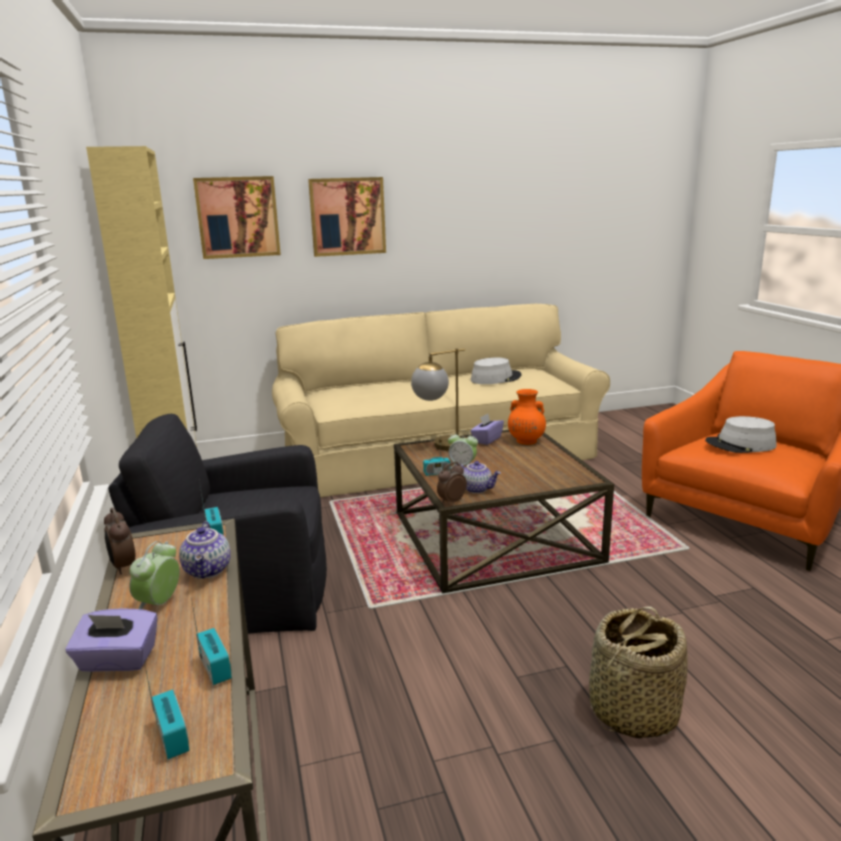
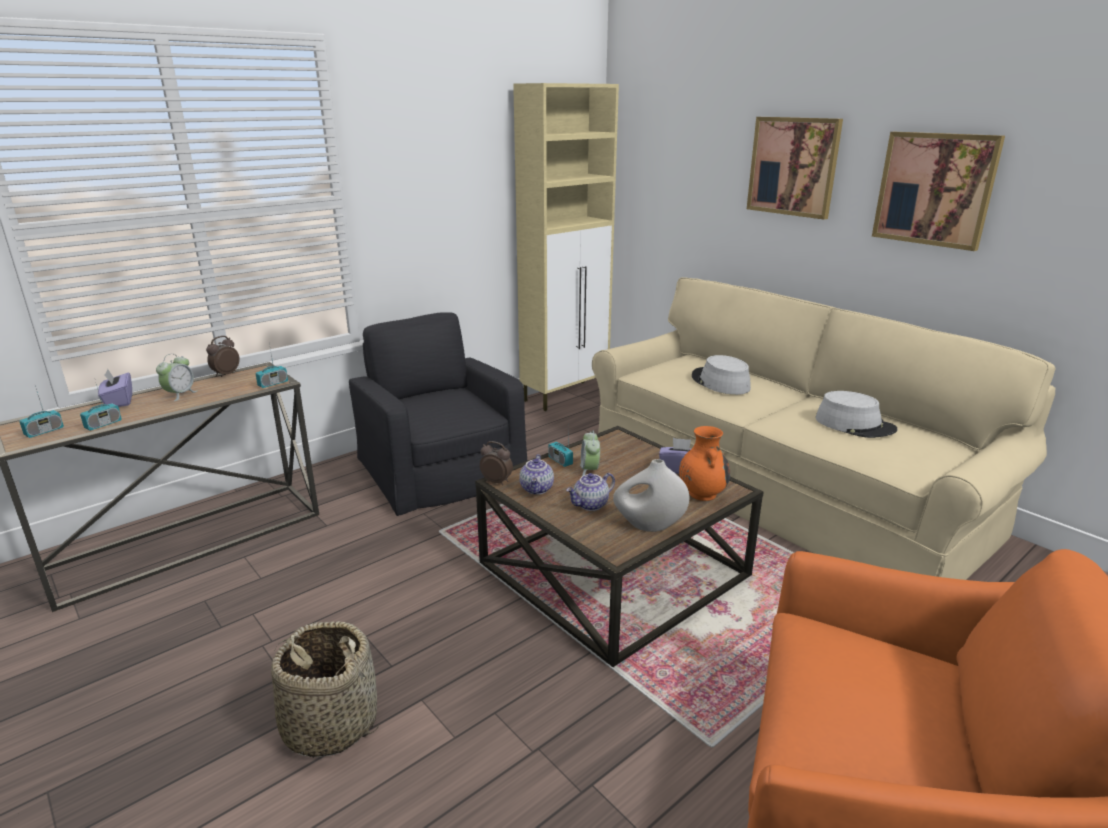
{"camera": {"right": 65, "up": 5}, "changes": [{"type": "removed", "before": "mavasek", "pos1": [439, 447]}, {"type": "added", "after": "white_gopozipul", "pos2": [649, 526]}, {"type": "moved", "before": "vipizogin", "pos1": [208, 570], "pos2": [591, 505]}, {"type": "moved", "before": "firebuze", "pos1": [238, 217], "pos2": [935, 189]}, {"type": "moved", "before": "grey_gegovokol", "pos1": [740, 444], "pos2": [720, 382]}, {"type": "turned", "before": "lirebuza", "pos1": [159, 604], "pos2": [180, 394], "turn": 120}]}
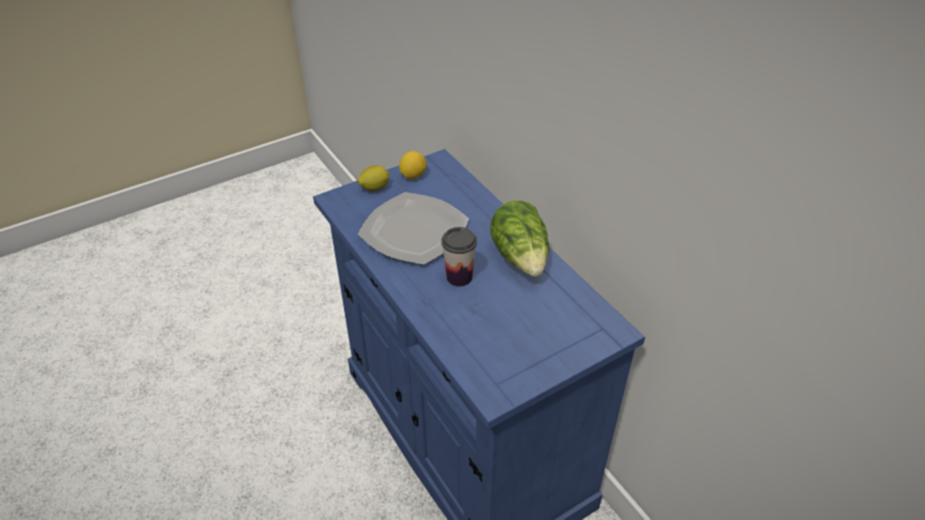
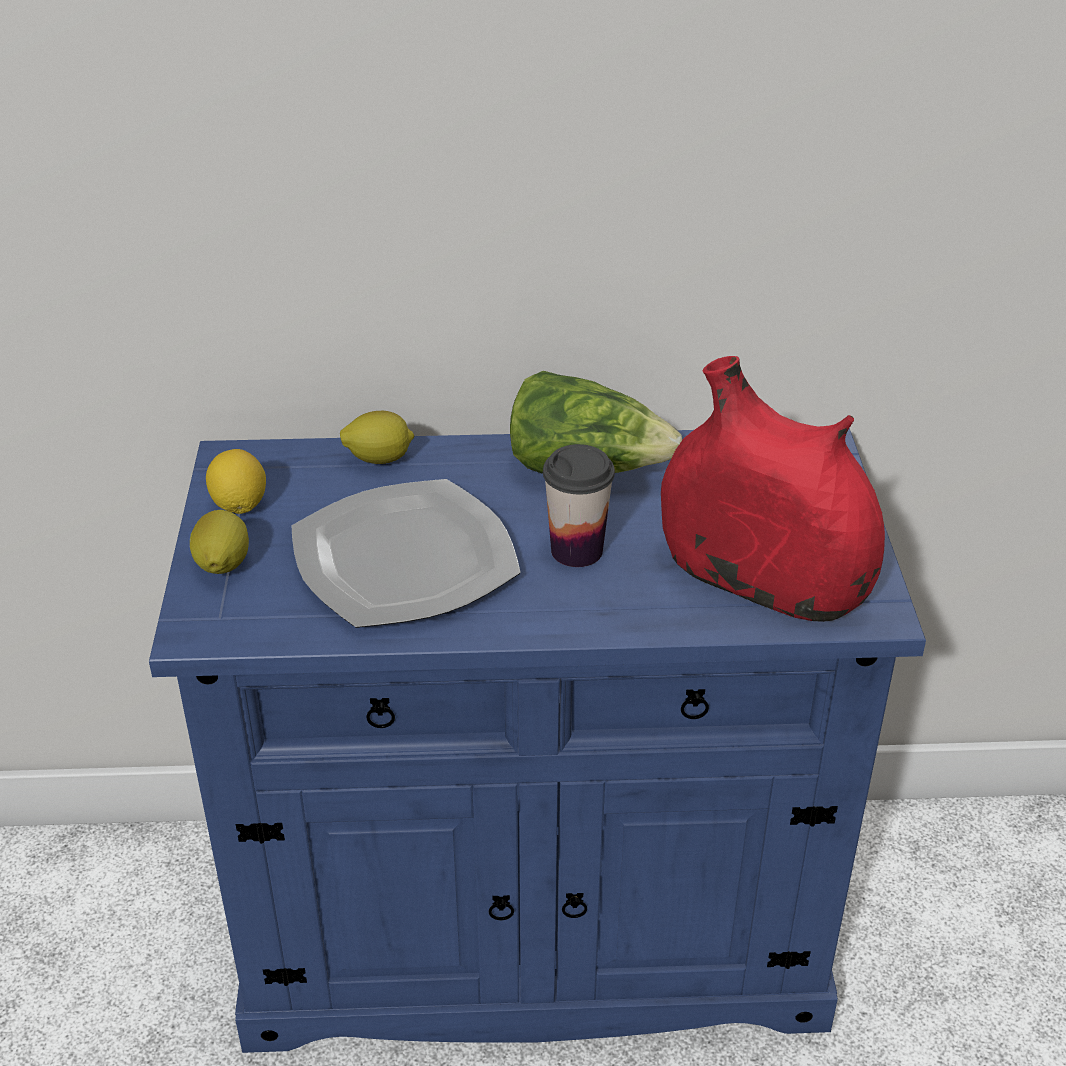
{"camera": {"right": -60, "up": -5}, "changes": [{"type": "added", "after": "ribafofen", "pos2": [379, 459]}, {"type": "added", "after": "red_gopozipul", "pos2": [762, 582]}]}
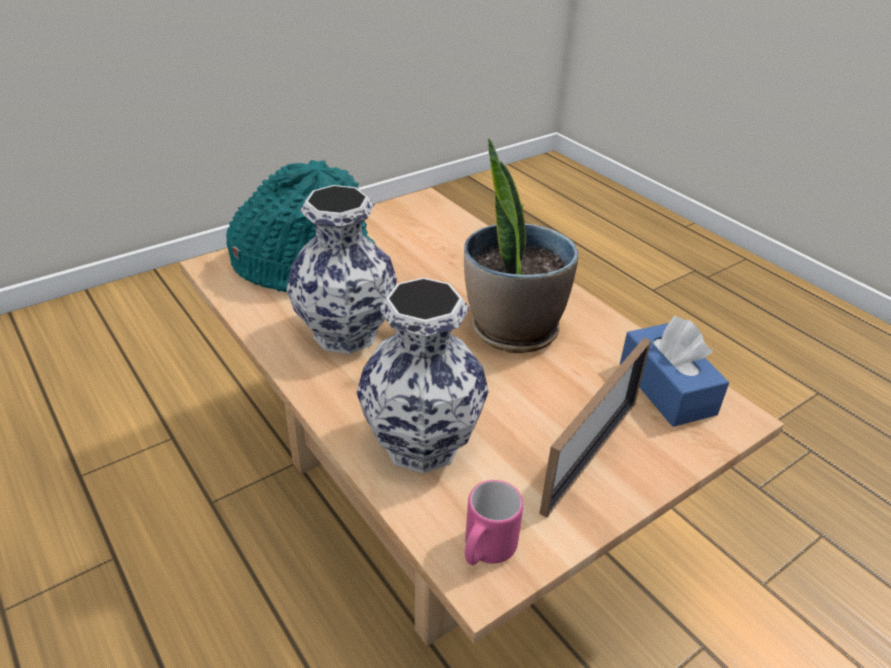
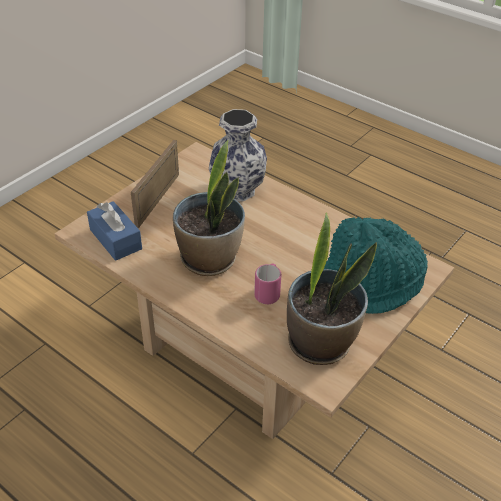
{"camera": {"right": 165, "up": 5}, "changes": [{"type": "removed", "before": "gopozipul", "pos1": [347, 334]}, {"type": "added", "after": "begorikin", "pos2": [320, 343]}, {"type": "moved", "before": "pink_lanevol", "pos1": [485, 551], "pos2": [268, 293]}]}
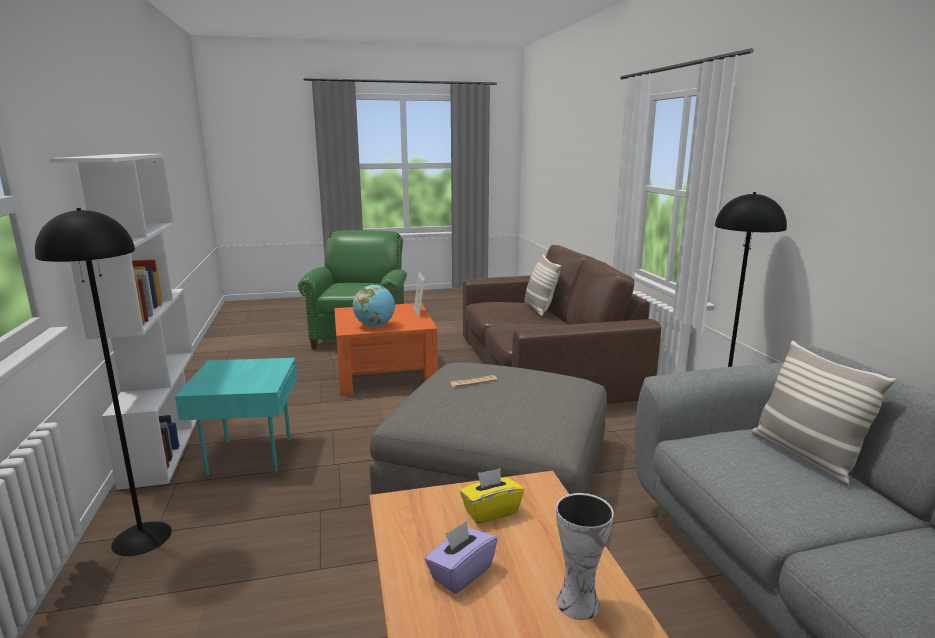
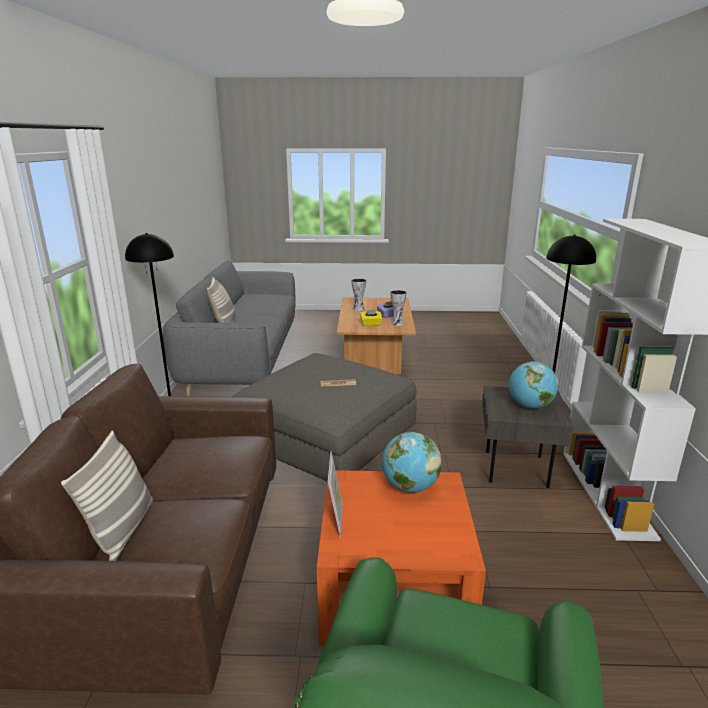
{"camera": {"right": -165, "up": 5}, "changes": [{"type": "added", "after": "gopozipul", "pos2": [398, 323]}, {"type": "added", "after": "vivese", "pos2": [530, 406]}, {"type": "recoloured", "before": "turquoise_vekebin", "after": "grey_vekebin", "pos1": [248, 455], "pos2": [518, 470]}]}
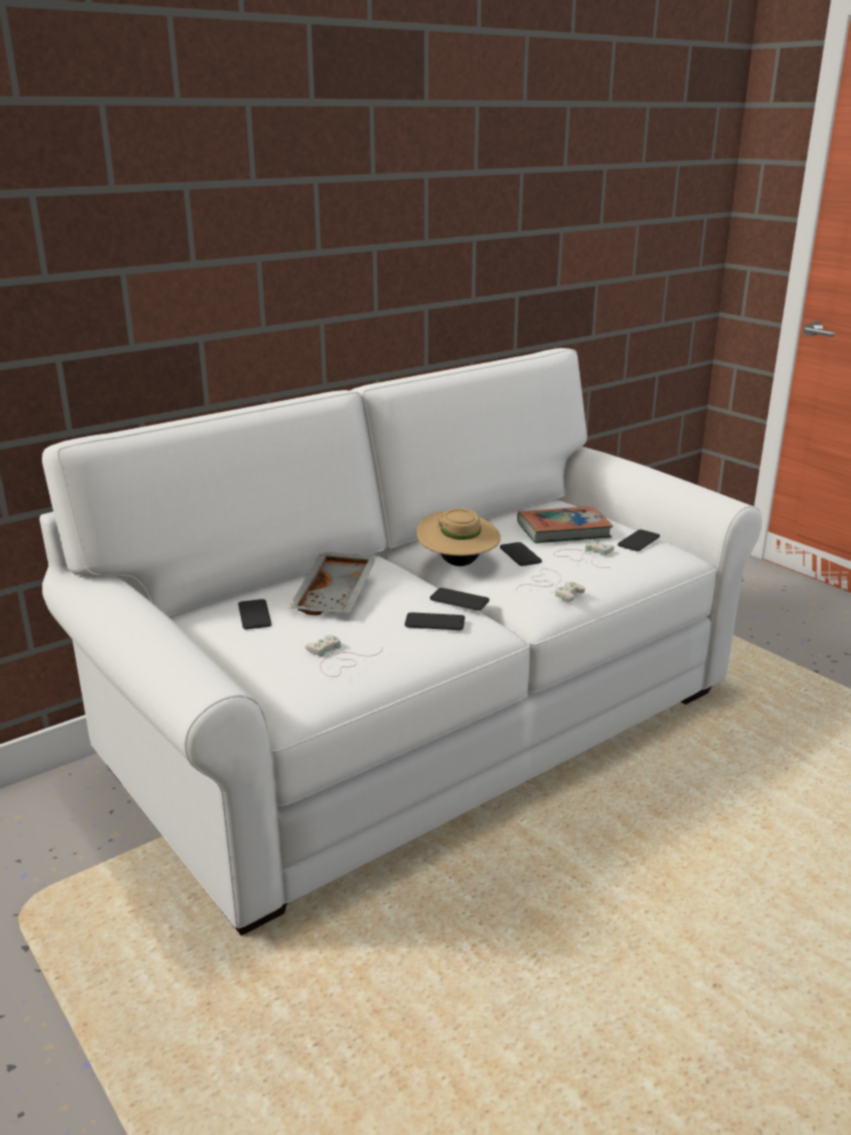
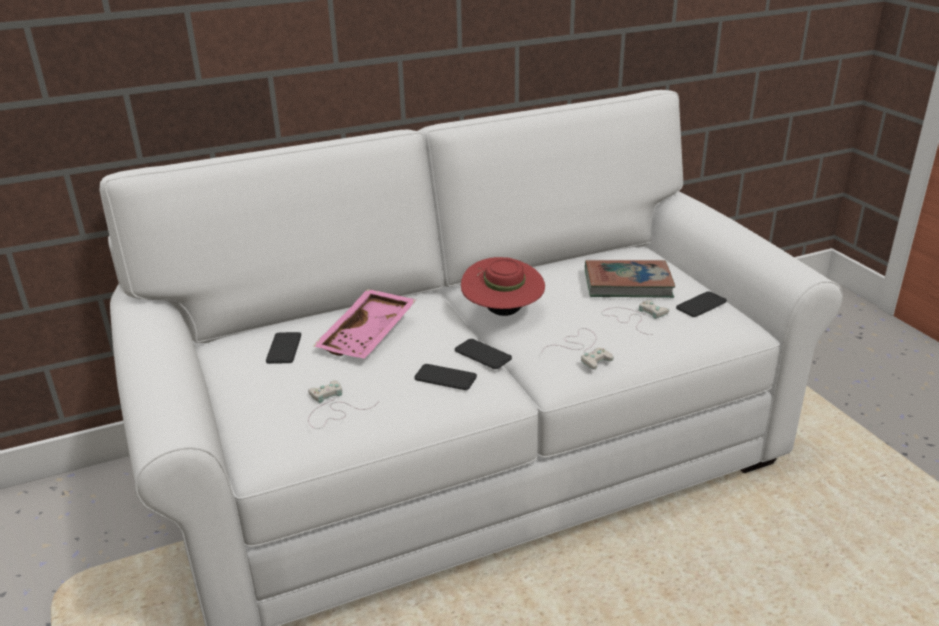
{"camera": {"right": 15, "up": 5}, "changes": [{"type": "removed", "before": "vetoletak", "pos1": [520, 555]}, {"type": "recoloured", "before": "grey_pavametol", "after": "pink_pavametol", "pos1": [337, 595], "pos2": [369, 336]}, {"type": "recoloured", "before": "beige_gegovokol", "after": "red_gegovokol", "pos1": [458, 564], "pos2": [502, 312]}]}
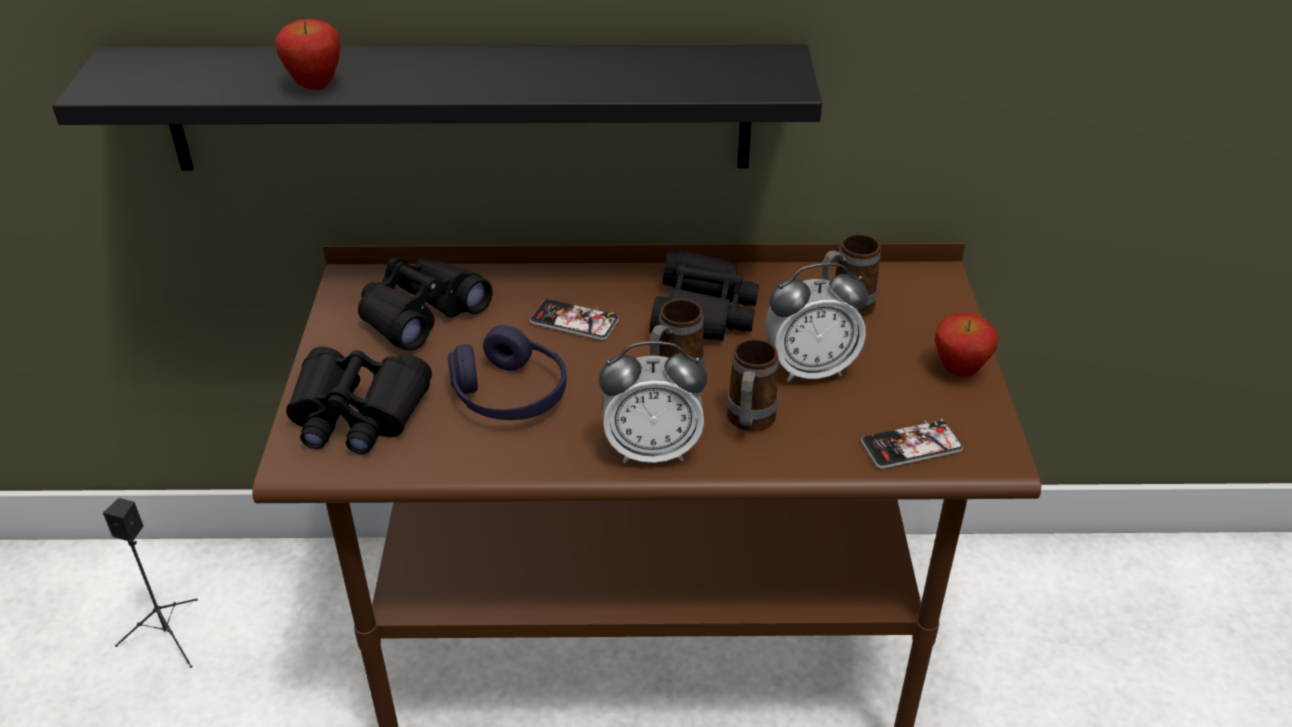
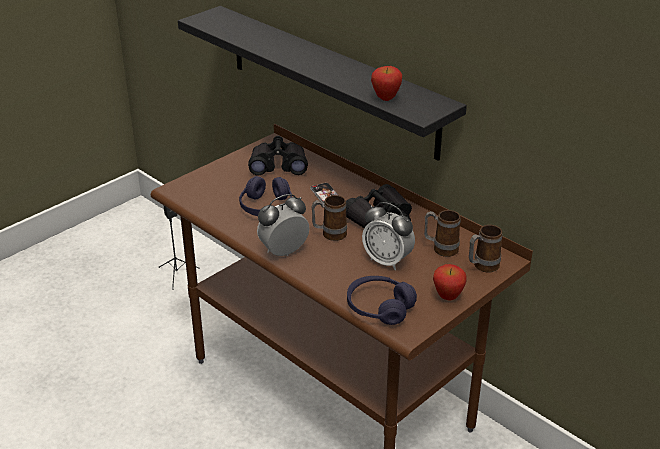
{"camera": {"right": 45, "up": -5}, "changes": [{"type": "removed", "before": "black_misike", "pos1": [357, 414]}, {"type": "moved", "before": "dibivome", "pos1": [315, 86], "pos2": [385, 98]}, {"type": "moved", "before": "lanevol", "pos1": [748, 423], "pos2": [482, 267]}, {"type": "replaced", "before": "vetoletak", "after": "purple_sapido", "pos1": [911, 446], "pos2": [379, 308]}, {"type": "turned", "before": "lirebuza", "pos1": [652, 450], "pos2": [284, 252], "turn": 105}]}
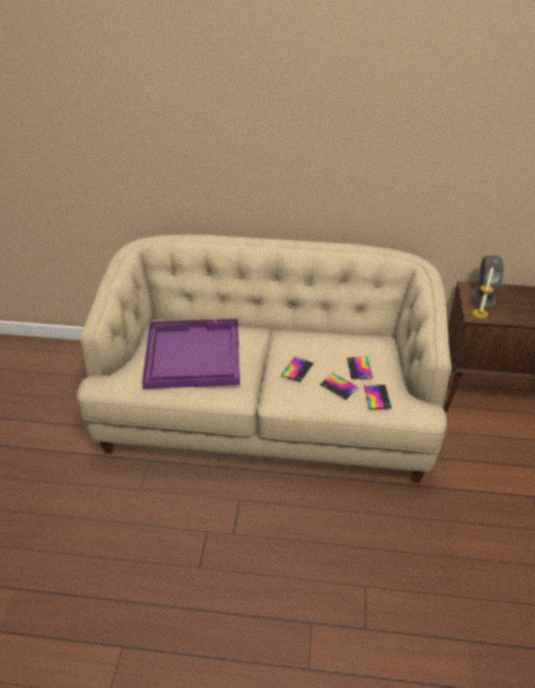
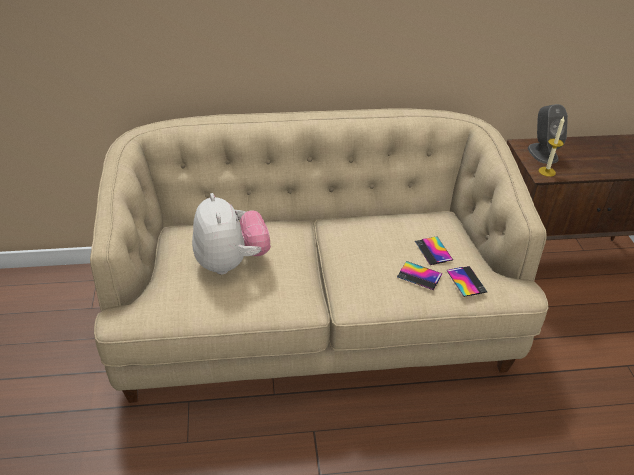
{"camera": {"right": -15, "up": 0}, "changes": [{"type": "removed", "before": "vetoletak", "pos1": [297, 369]}, {"type": "replaced", "before": "purple_pavametol", "after": "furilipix", "pos1": [192, 354], "pos2": [231, 262]}]}
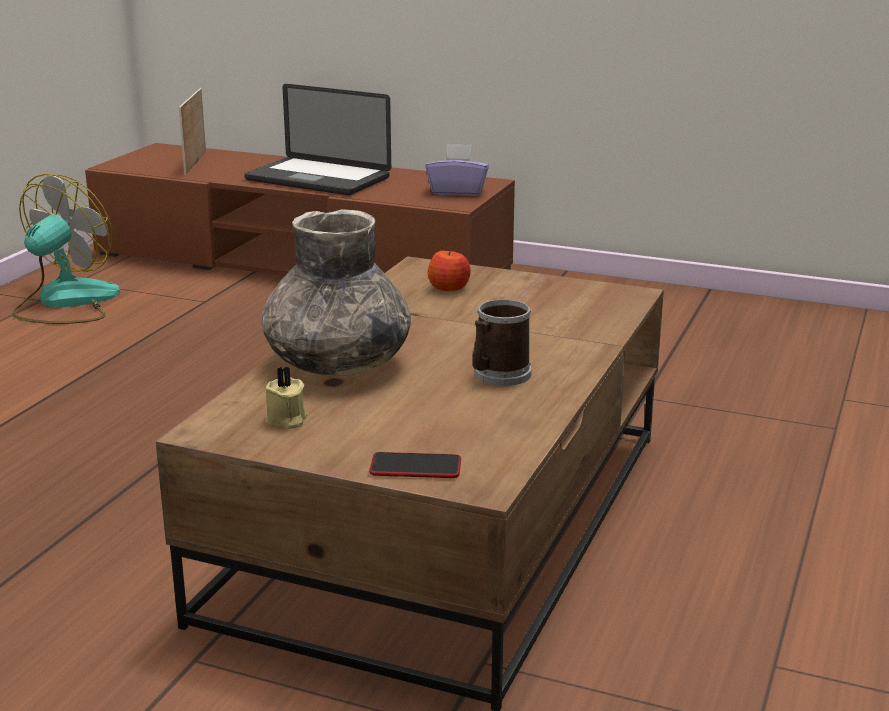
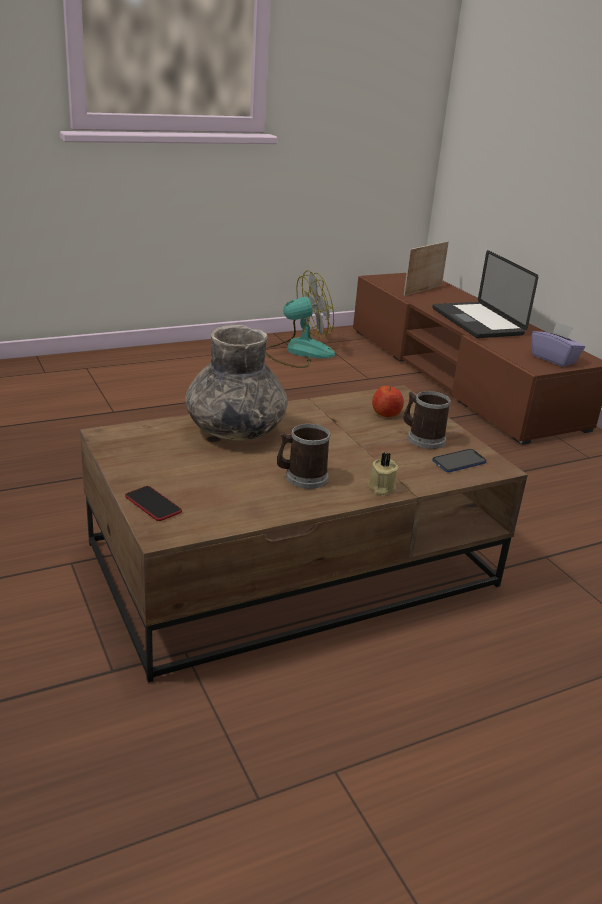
{"camera": {"right": 40, "up": 5}, "changes": [{"type": "added", "after": "lanevol", "pos2": [422, 438]}, {"type": "added", "after": "vetoletak", "pos2": [459, 462]}, {"type": "moved", "before": "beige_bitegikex", "pos1": [286, 420], "pos2": [381, 487]}]}
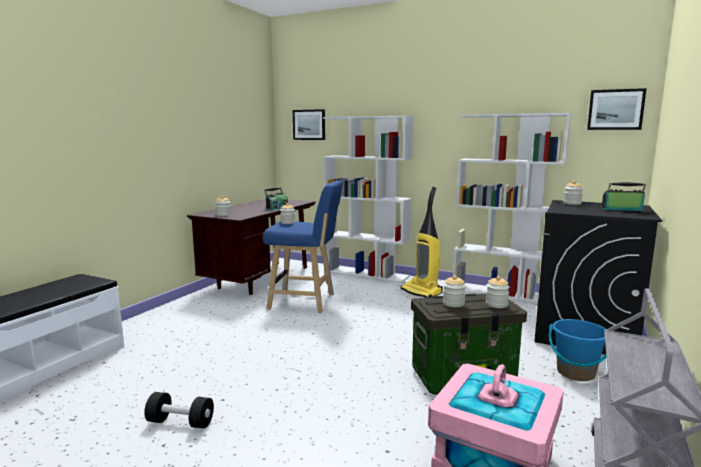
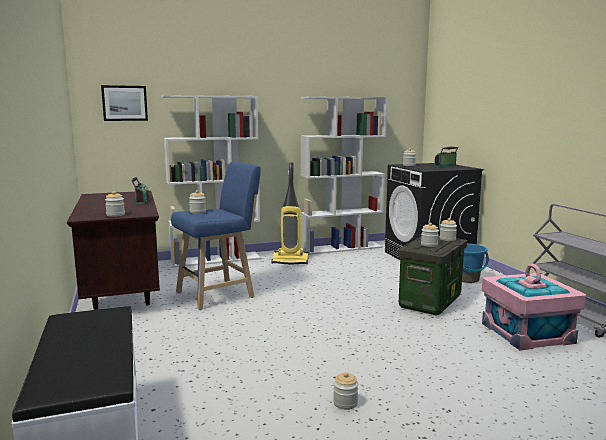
{"camera": {"right": -45, "up": 0}, "changes": [{"type": "removed", "before": "firebuze", "pos1": [615, 109]}, {"type": "replaced", "before": "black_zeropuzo", "after": "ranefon", "pos1": [180, 422], "pos2": [345, 403]}]}
